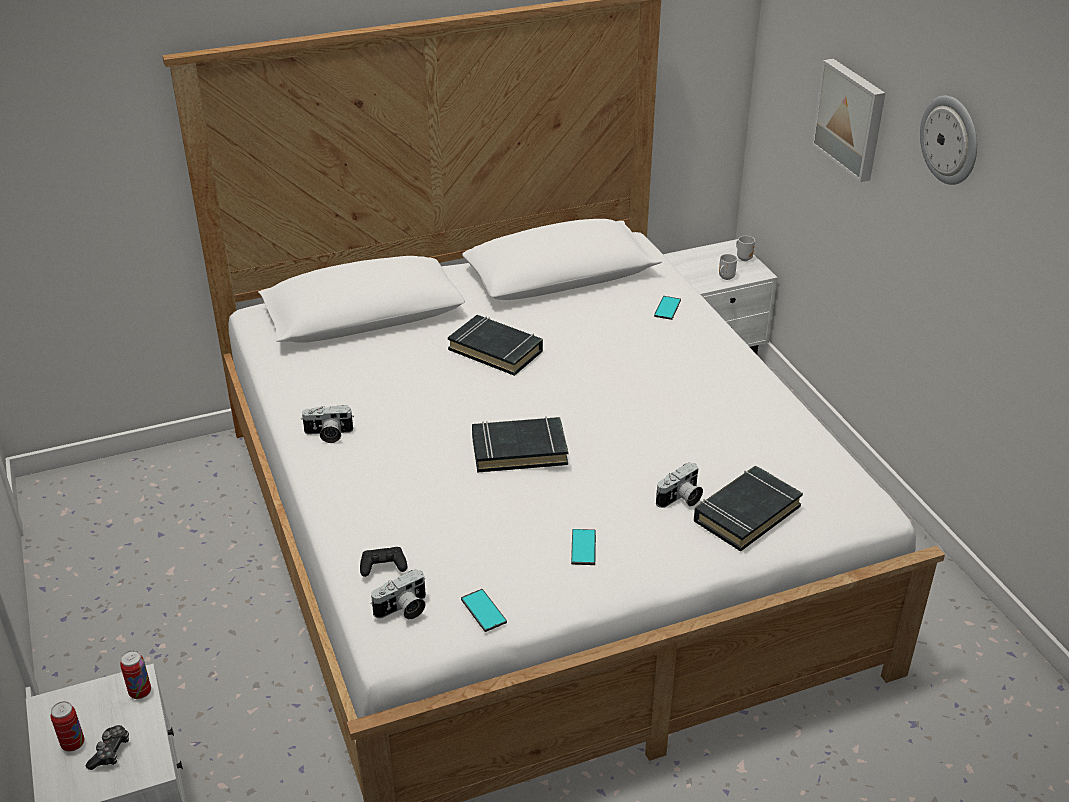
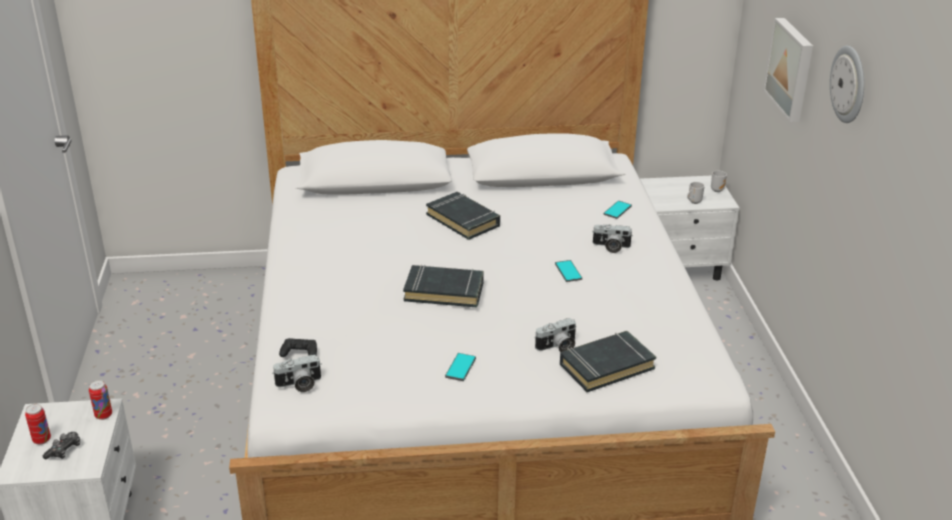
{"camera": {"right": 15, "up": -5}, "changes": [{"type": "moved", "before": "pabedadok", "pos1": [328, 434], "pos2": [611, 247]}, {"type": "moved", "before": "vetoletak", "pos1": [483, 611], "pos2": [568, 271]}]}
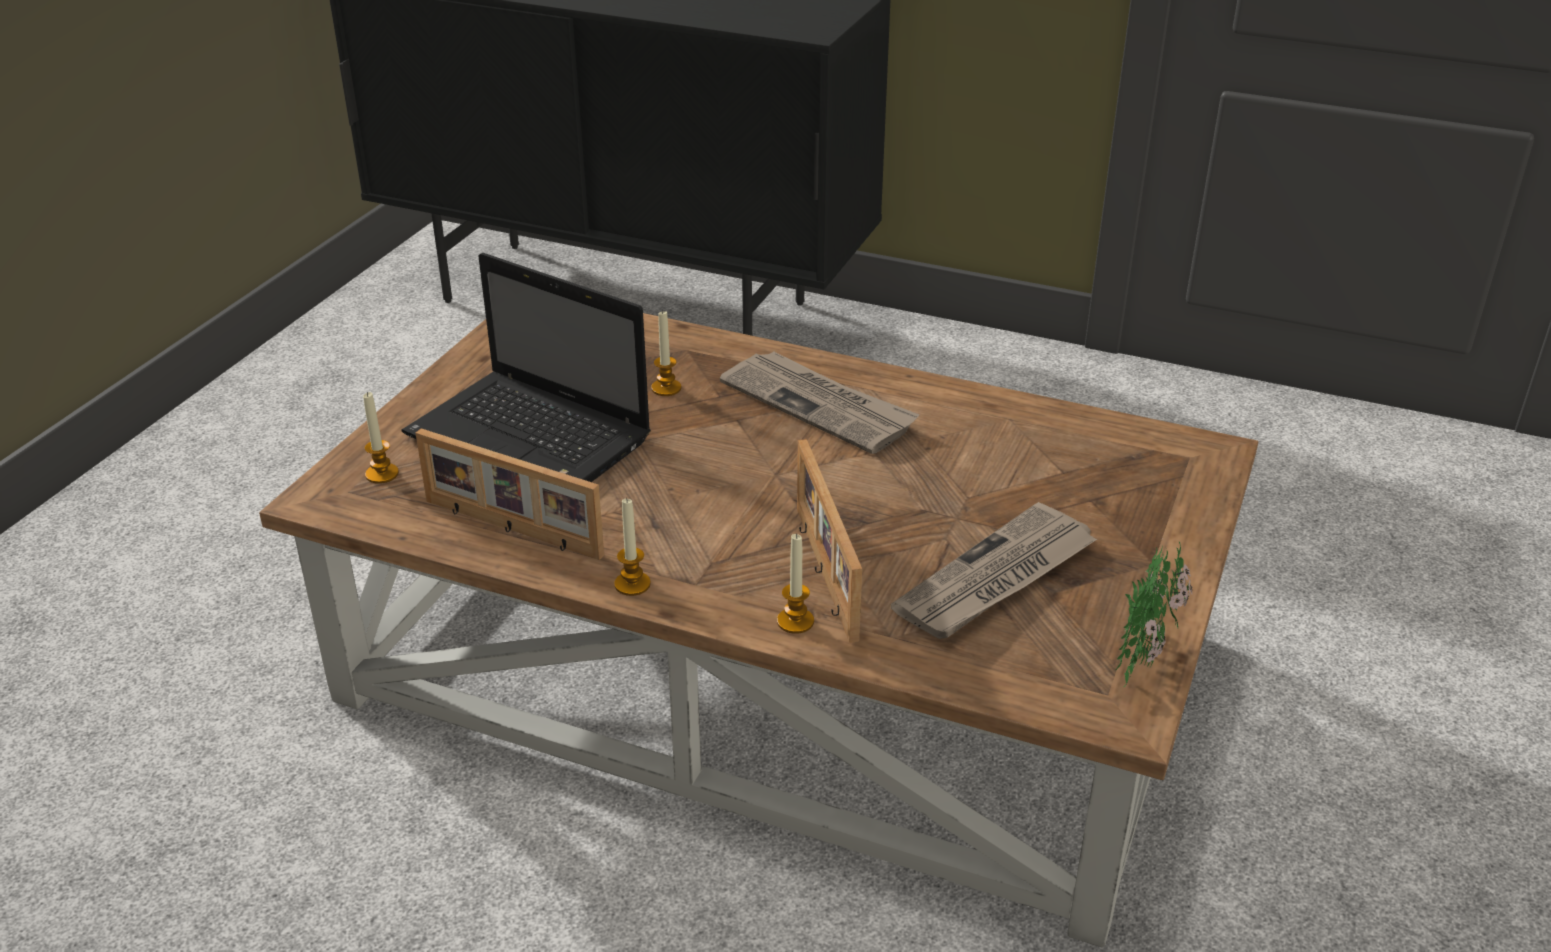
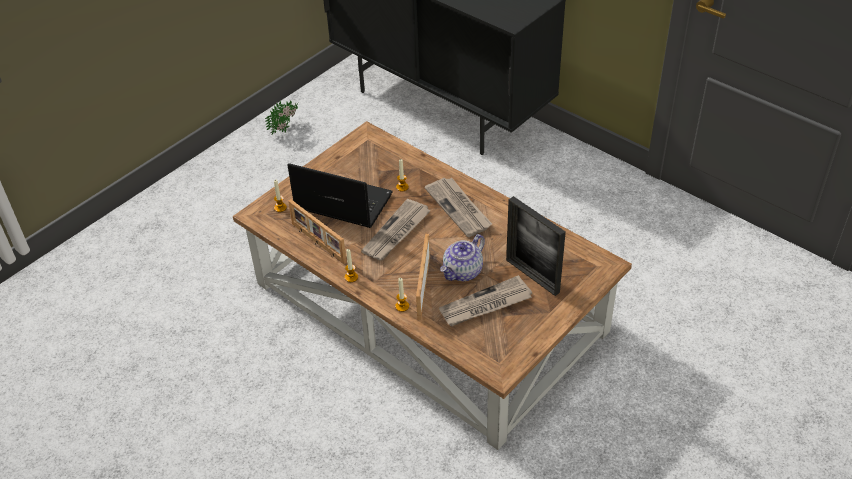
{"camera": {"right": 20, "up": 10}, "changes": [{"type": "added", "after": "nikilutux", "pos2": [396, 232]}, {"type": "added", "after": "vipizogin", "pos2": [463, 272]}, {"type": "added", "after": "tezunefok", "pos2": [532, 276]}, {"type": "moved", "before": "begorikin", "pos1": [1142, 654], "pos2": [286, 129]}, {"type": "turned", "before": "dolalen", "pos1": [533, 439], "pos2": [341, 202], "turn": 150}]}
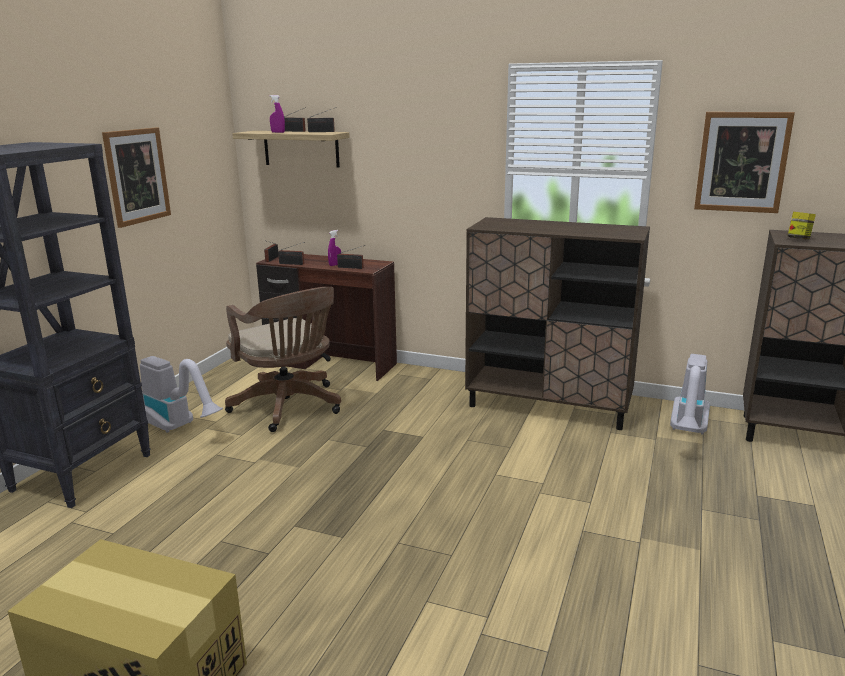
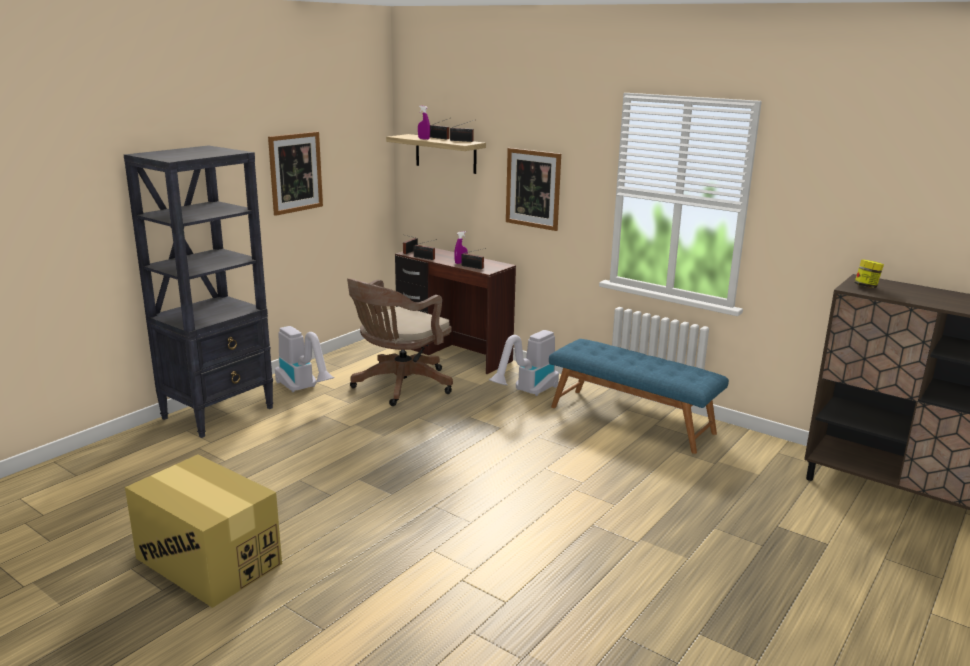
{"camera": {"right": 15, "up": 0}, "changes": [{"type": "moved", "before": "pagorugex", "pos1": [688, 432], "pos2": [527, 393]}, {"type": "moved", "before": "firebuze", "pos1": [742, 162], "pos2": [533, 188]}, {"type": "replaced", "before": "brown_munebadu", "after": "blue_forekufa", "pos1": [549, 406], "pos2": [632, 419]}, {"type": "turned", "before": "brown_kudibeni", "pos1": [289, 407], "pos2": [399, 386], "turn": 60}]}
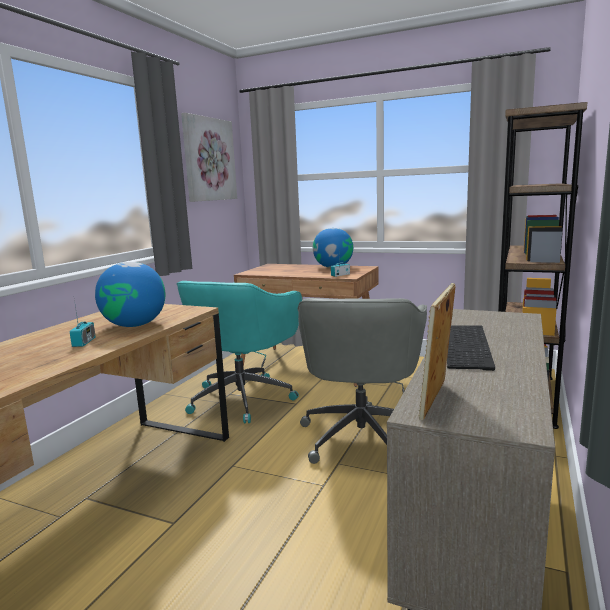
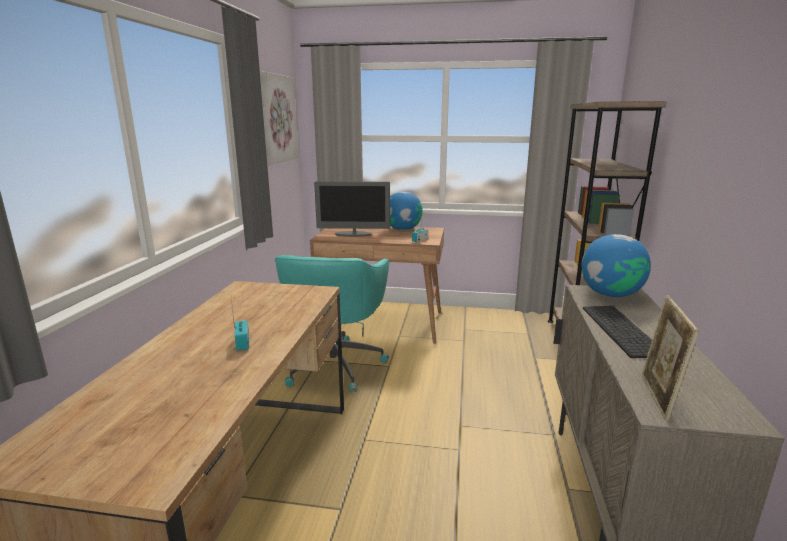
{"camera": {"right": -15, "up": 5}, "changes": [{"type": "removed", "before": "grey_kudibeni", "pos1": [362, 435]}, {"type": "added", "after": "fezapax", "pos2": [353, 234]}, {"type": "moved", "before": "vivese", "pos1": [135, 325], "pos2": [610, 294]}]}
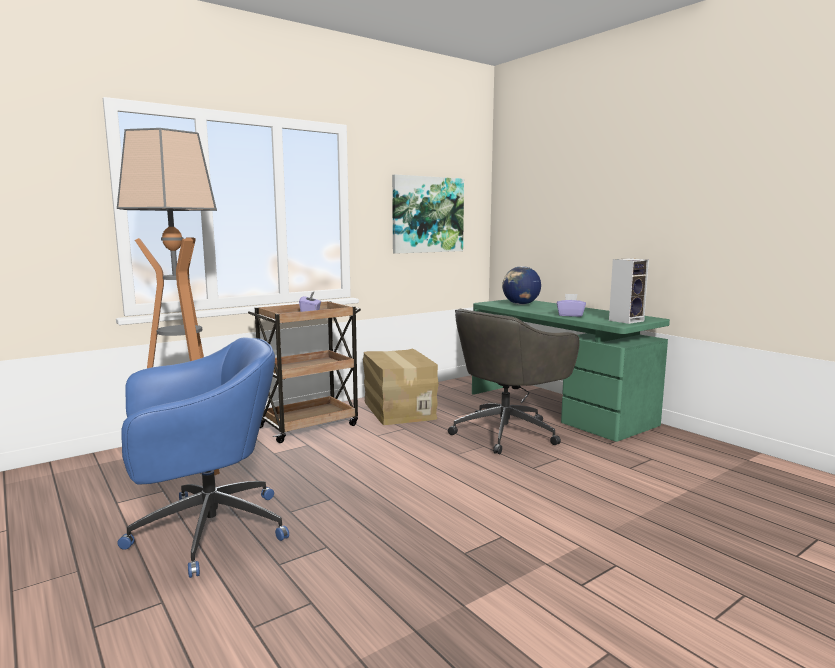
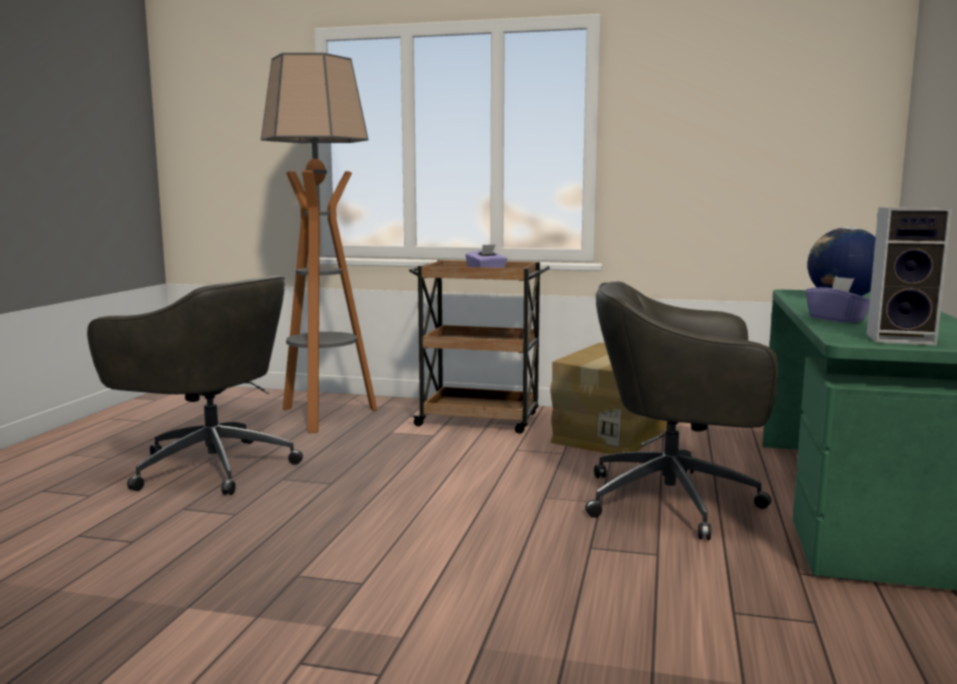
{"camera": {"right": 50, "up": 0}, "changes": [{"type": "removed", "before": "firebuze", "pos1": [427, 214]}, {"type": "recoloured", "before": "blue_kudibeni", "after": "grey_kudibeni", "pos1": [205, 531], "pos2": [209, 467]}]}
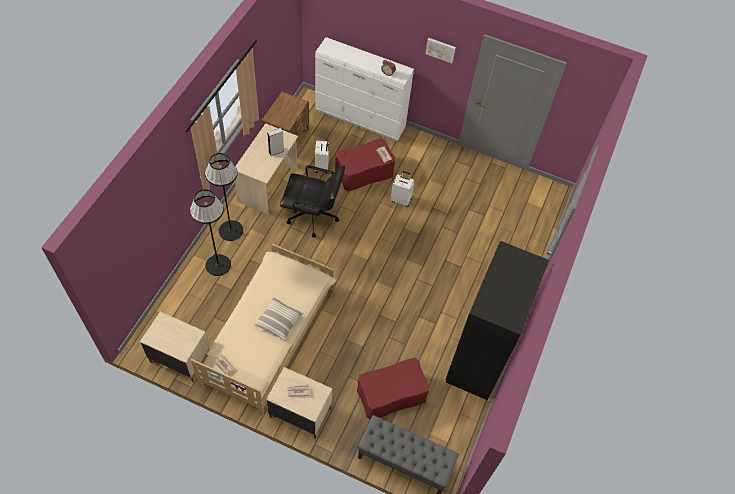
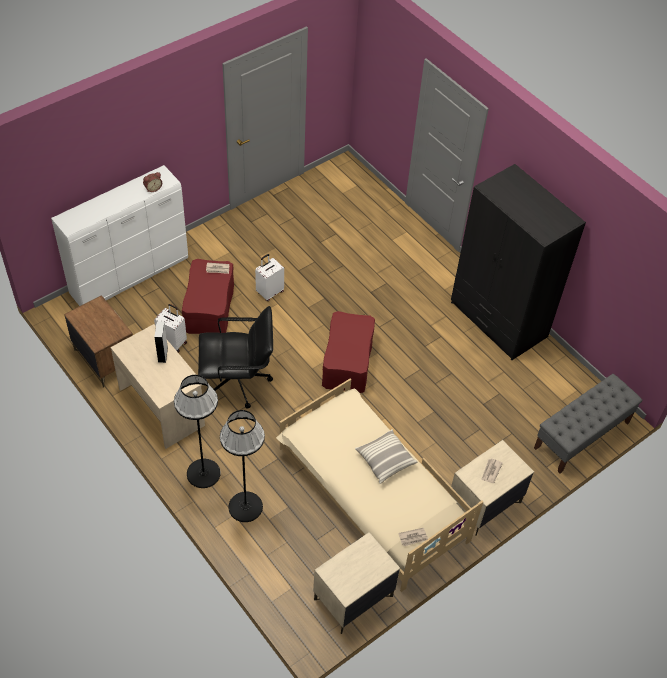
{"camera": {"right": -60, "up": -5}, "changes": [{"type": "removed", "before": "firebuze", "pos1": [440, 49]}, {"type": "moved", "before": "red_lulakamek", "pos1": [391, 394], "pos2": [347, 362]}, {"type": "turned", "before": "black_kudibeni", "pos1": [313, 216], "pos2": [238, 382], "turn": 45}]}
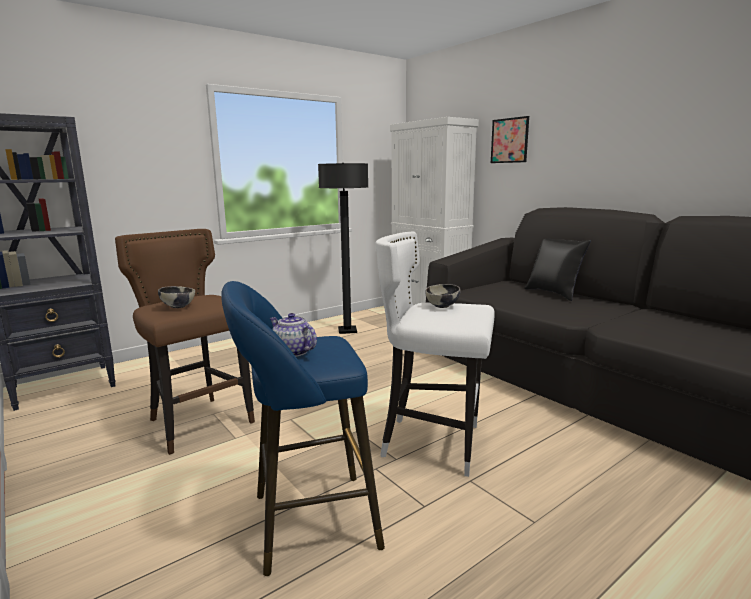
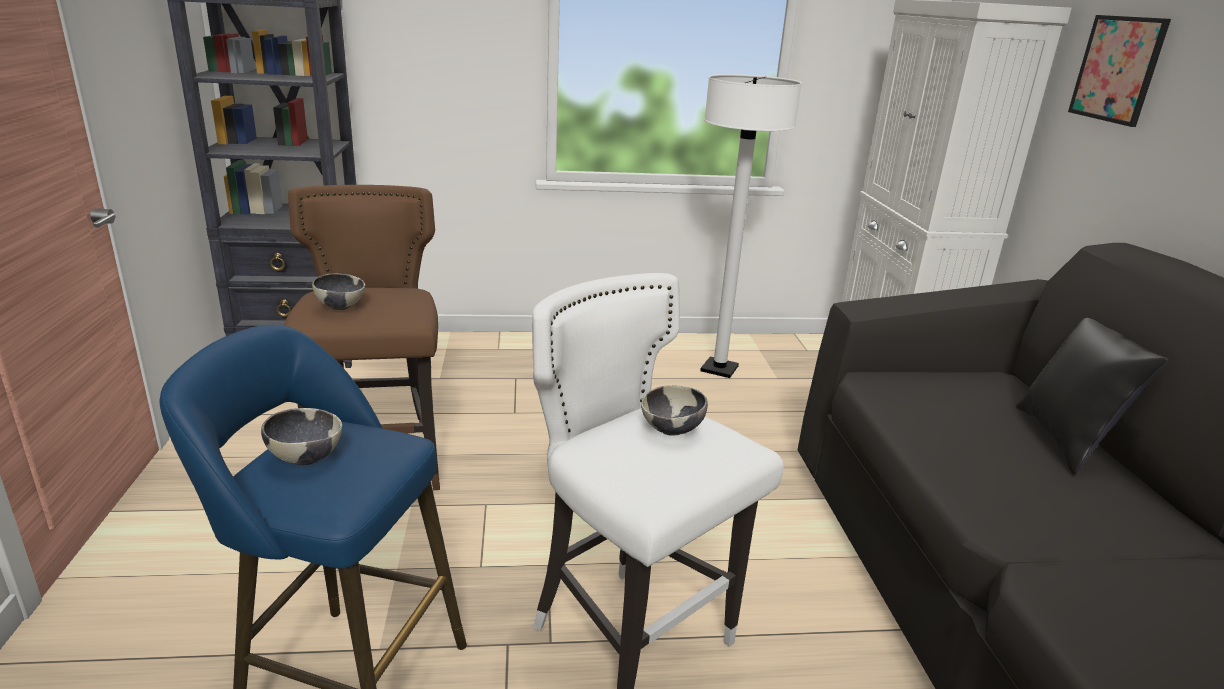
{"camera": {"right": 30, "up": 10}, "changes": [{"type": "replaced", "before": "vipizogin", "after": "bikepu", "pos1": [292, 352], "pos2": [305, 457]}, {"type": "recoloured", "before": "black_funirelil", "after": "white_funirelil", "pos1": [347, 331], "pos2": [719, 369]}]}
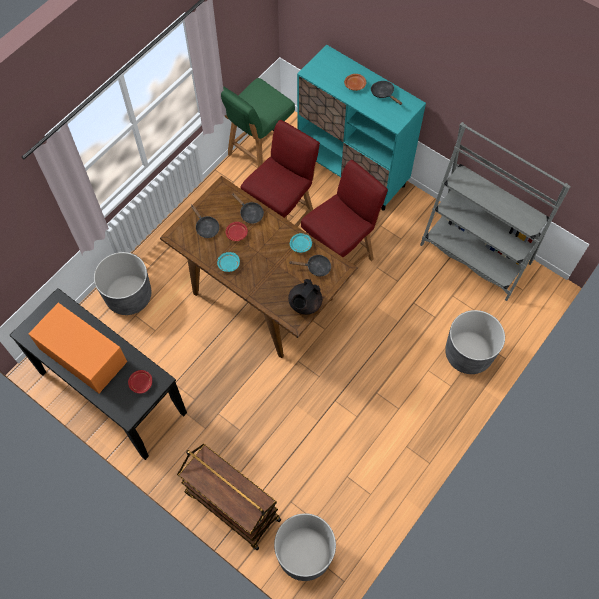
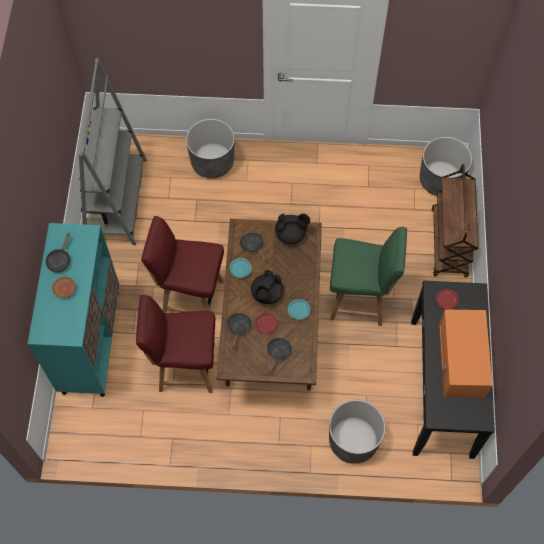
{"camera": {"right": -125, "up": 0}, "changes": [{"type": "added", "after": "black_vipizogin", "pos2": [267, 294]}, {"type": "moved", "before": "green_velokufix", "pos1": [258, 154], "pos2": [360, 300]}]}
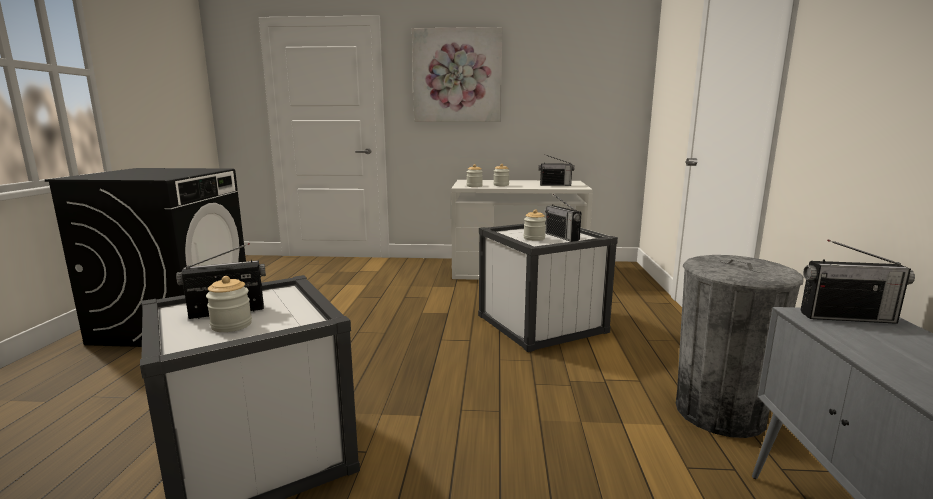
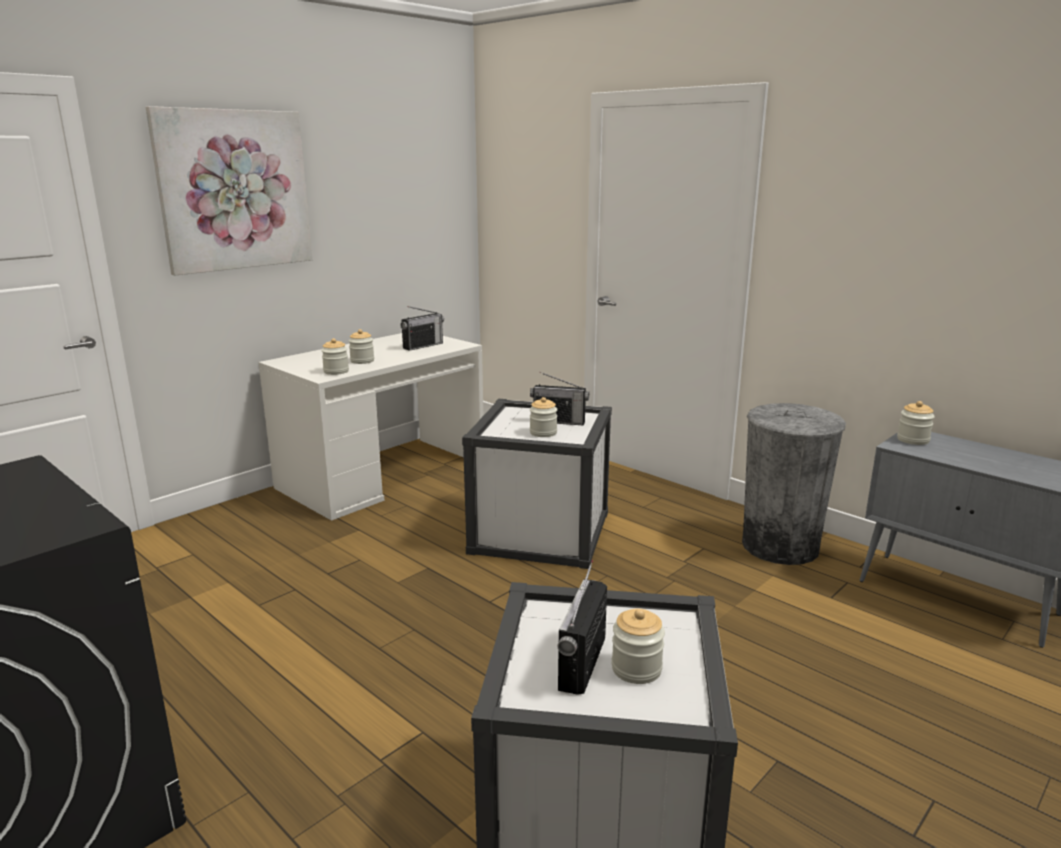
{"camera": {"right": -50, "up": 5}, "changes": [{"type": "replaced", "before": "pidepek", "after": "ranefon", "pos1": [847, 317], "pos2": [913, 440]}]}
